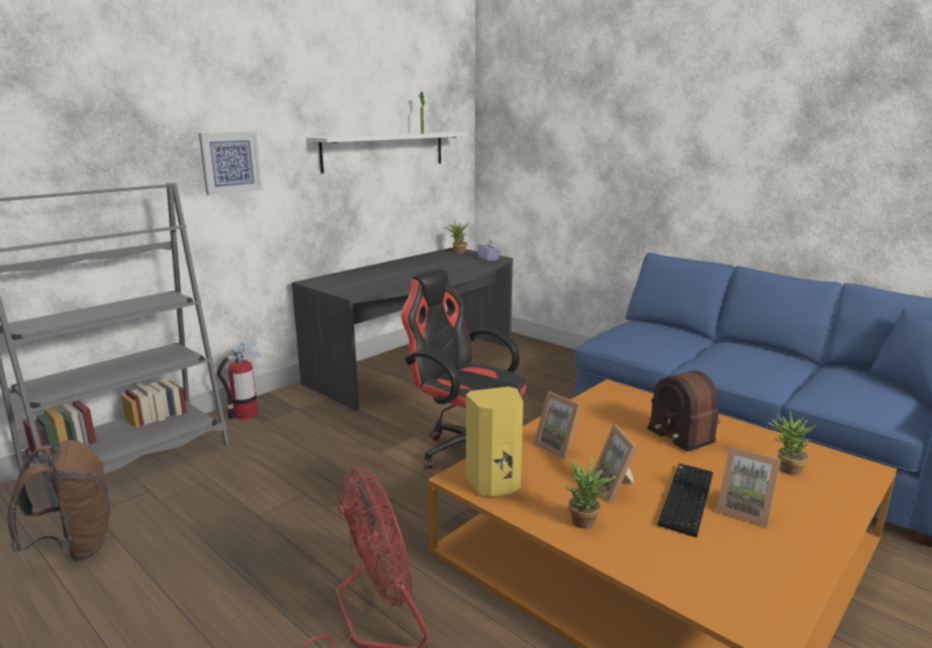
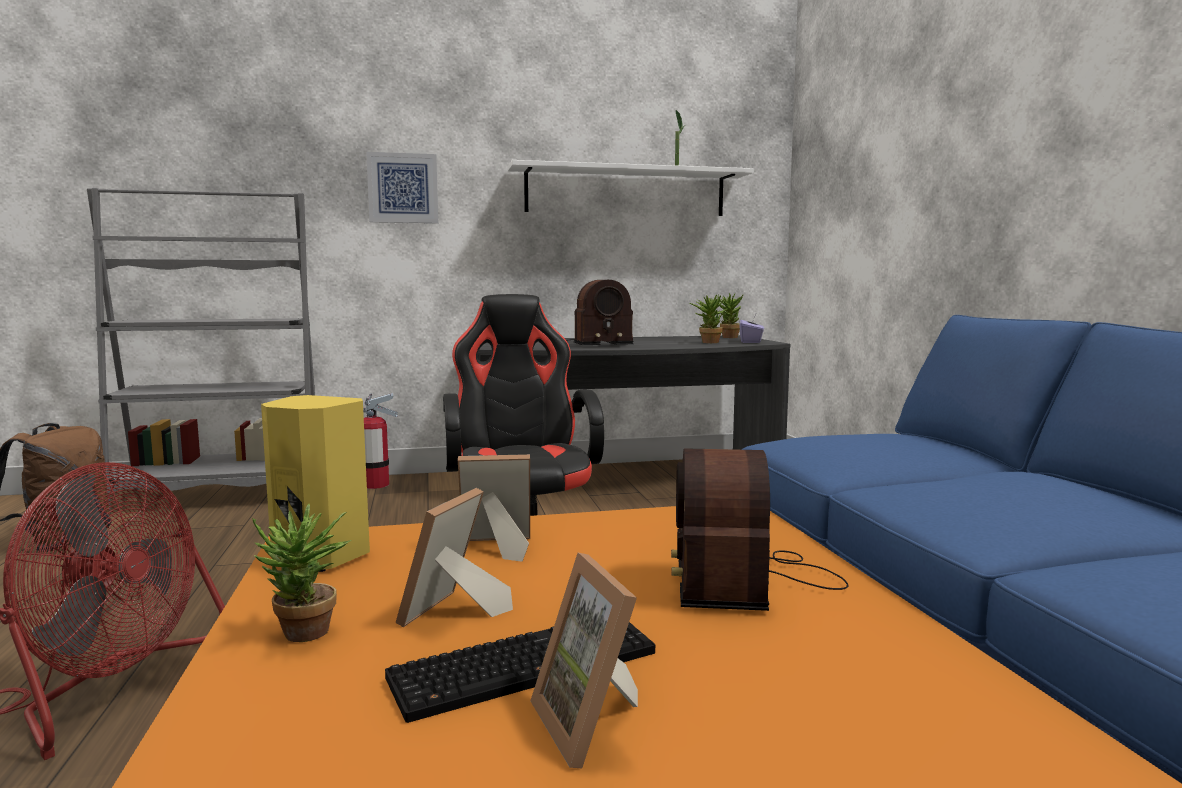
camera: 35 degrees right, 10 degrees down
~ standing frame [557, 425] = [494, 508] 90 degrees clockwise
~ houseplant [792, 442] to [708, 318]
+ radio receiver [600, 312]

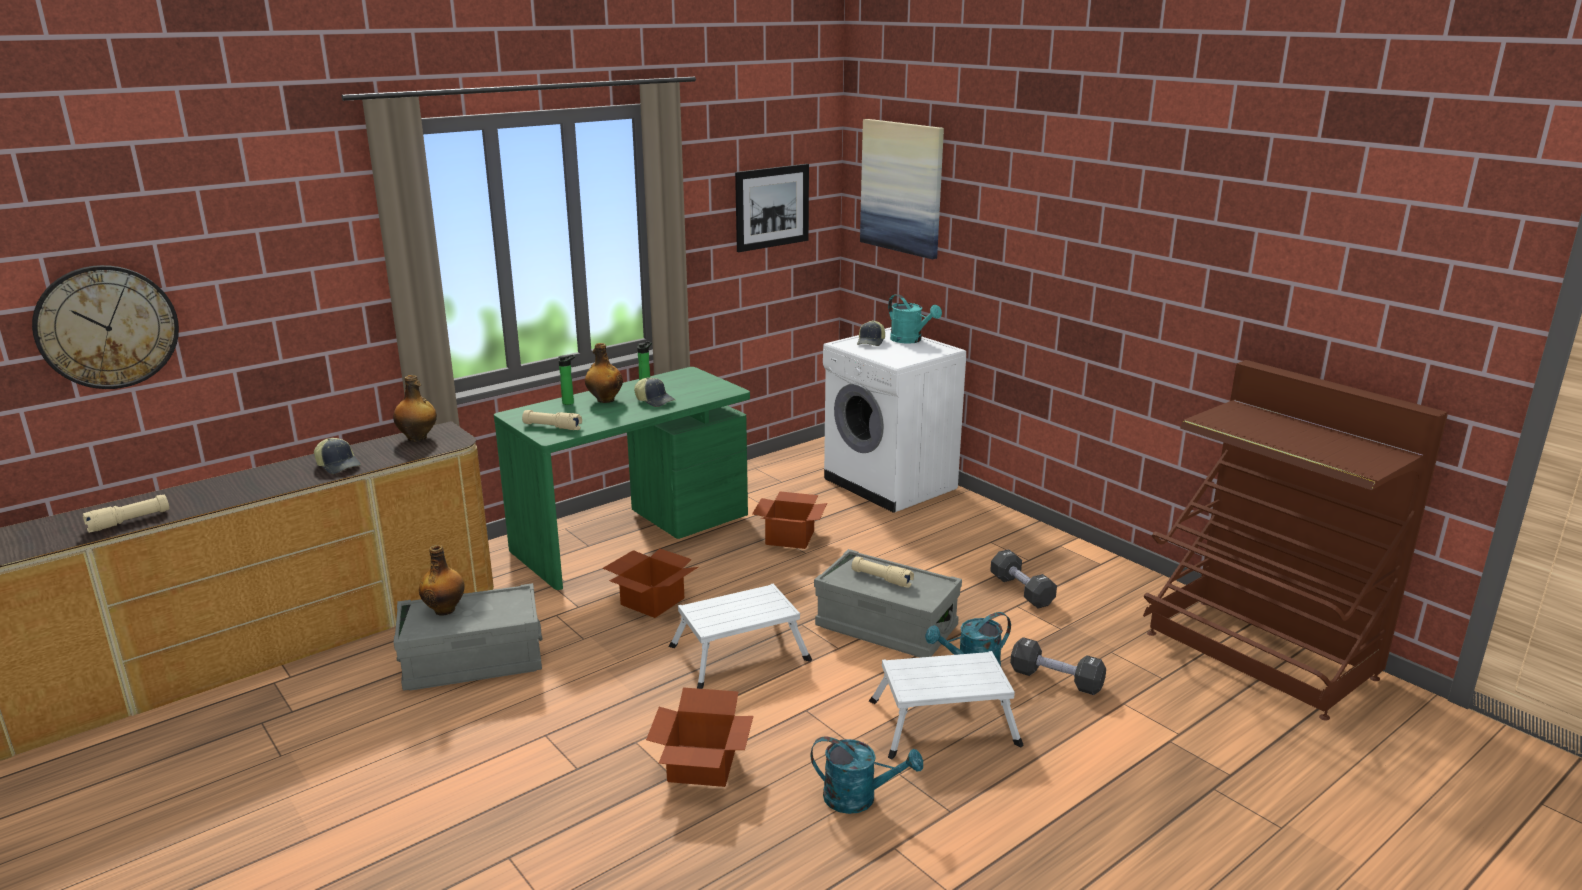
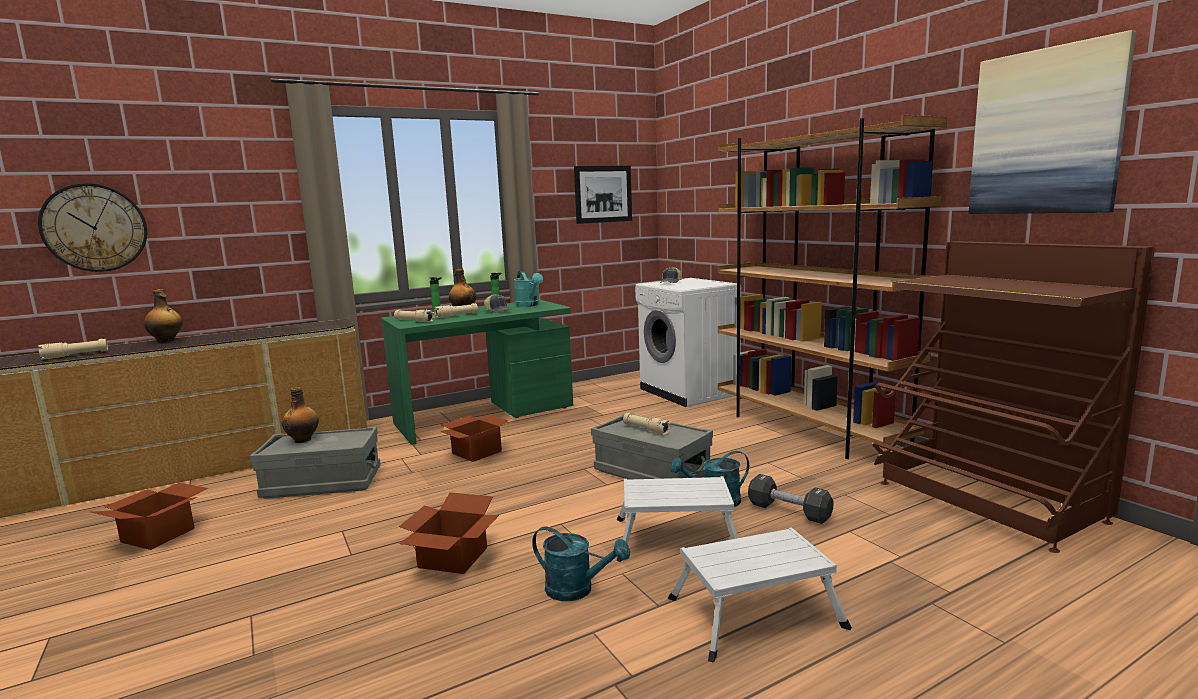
camera: 10 degrees right, 10 degrees down
- peaked cap [337, 456]
~ drink bottle [415, 408] to [163, 315]
~ step stool (whitish) [740, 636] to [759, 595]
~ carton [789, 520] to [149, 516]
~ wall picture [902, 189] to [1052, 122]
~ watering pot (blue-green) [915, 319] to [528, 289]
- hand weight (black) [1023, 579]
+ flashlight (beige-coloured) [456, 310]
+ bookcase (brownish) [832, 287]

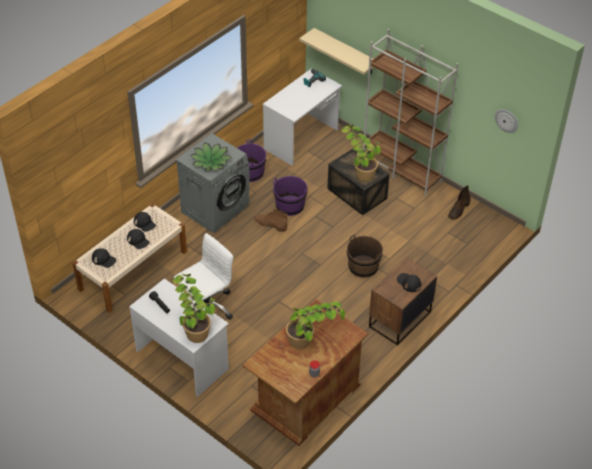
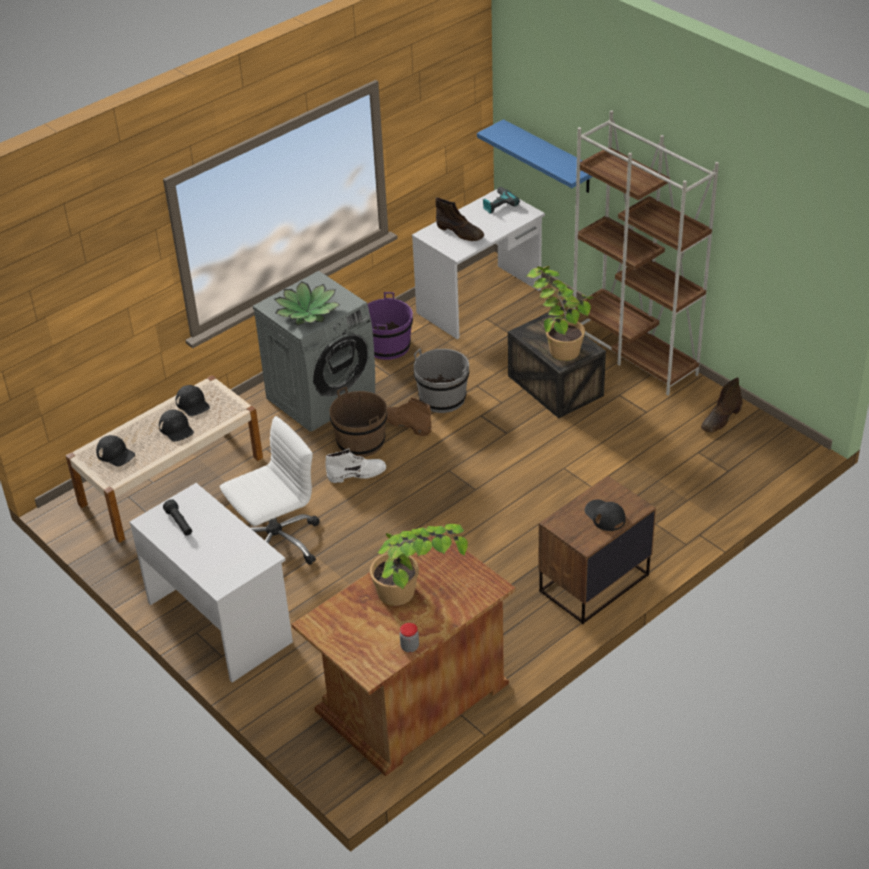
camera: 10 degrees right, 5 degrees down
- houseplant [195, 308]
~ bucket (purplish) [290, 196] to bucket (gray) [441, 381]
~ wall shelf (beige-coloured) [336, 51] to wall shelf (blue-coloured) [535, 156]
~ bucket (brownish) [365, 256] to [358, 421]
- clock on the wall [506, 121]
+ high-top boot (whitish) [355, 465]
+ high-top boot (brownish) [459, 219]

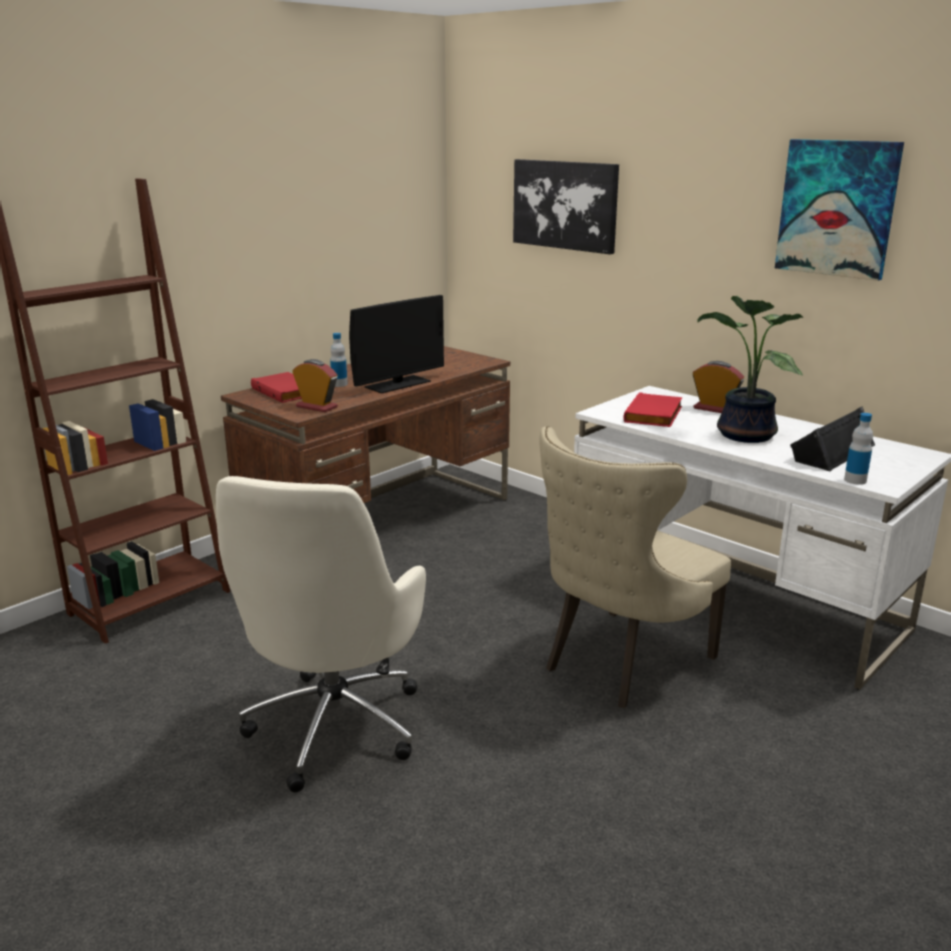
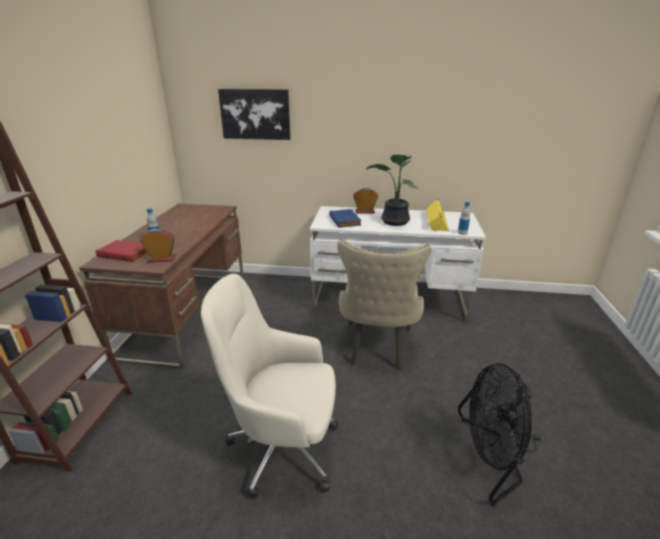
camera: 35 degrees left, 5 degrees up
~ desk chair (beige-coloured) [321, 634] = [269, 386] 120 degrees clockwise
- computer screen [396, 344]
~ bound book (red-coloured) [653, 409] to bound book (blue-coloured) [345, 218]
- wall picture [839, 210]
~ loudspeaker (black) [832, 438] to loudspeaker (yellow) [438, 215]
+ electric fan (black) [500, 435]

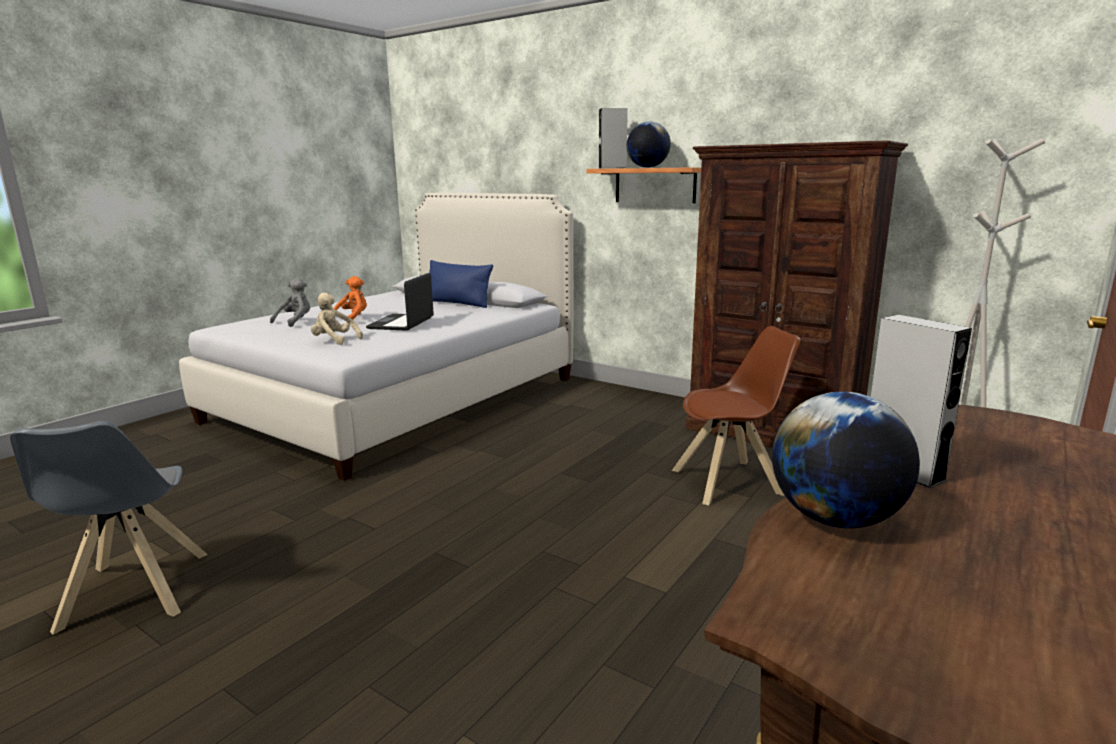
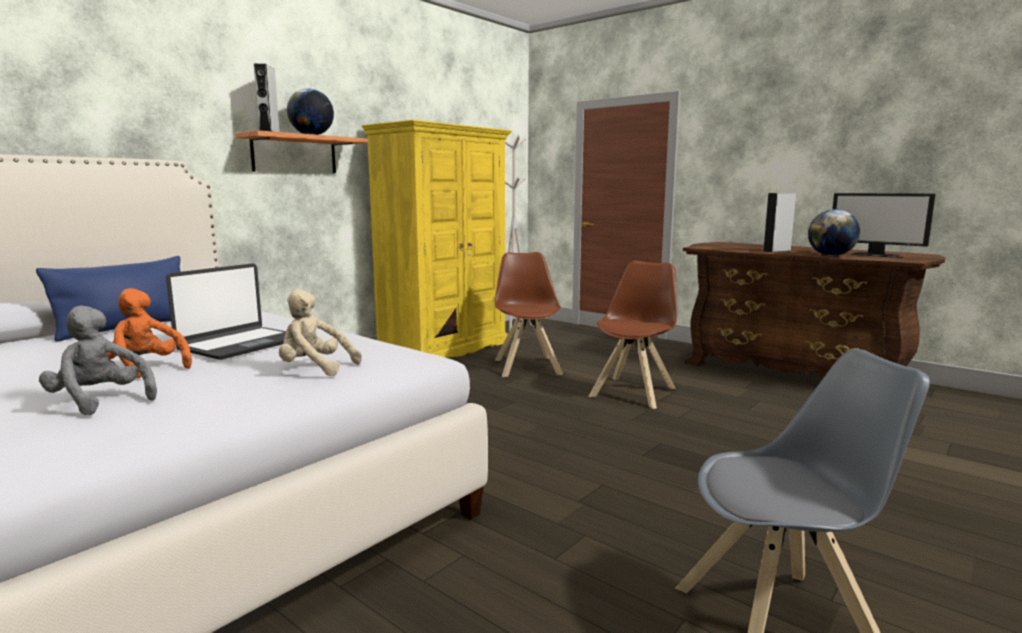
camera: 85 degrees left, 5 degrees down
~ soft toy (beige-coloured) [337, 319] = [320, 332] 75 degrees clockwise
~ portable computer [400, 302] = [226, 311] 75 degrees counterclockwise
~ wardrobe (brownish) [797, 294] to wardrobe (yellow) [437, 239]
+ chair (brownish) [633, 335]
+ computer screen [884, 225]

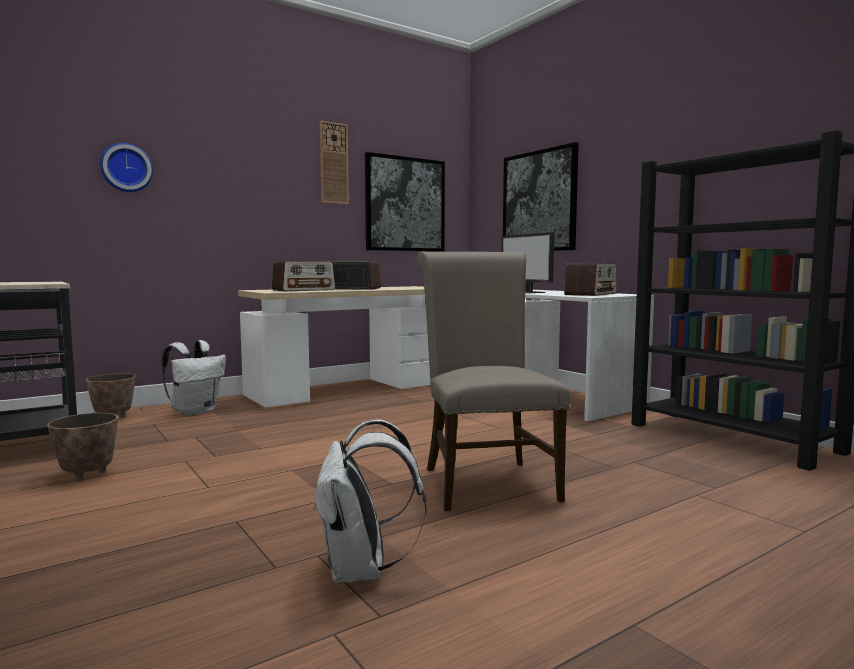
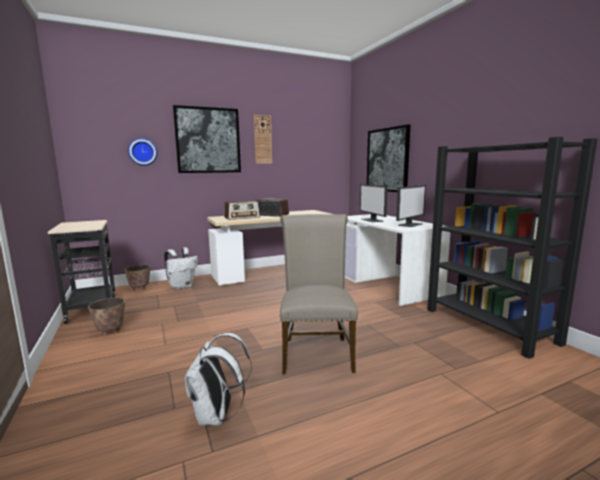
camera: 10 degrees right, 5 degrees up
~ wall picture [405, 202] to [207, 139]
~ radio receiver [590, 279] to computer screen [411, 206]

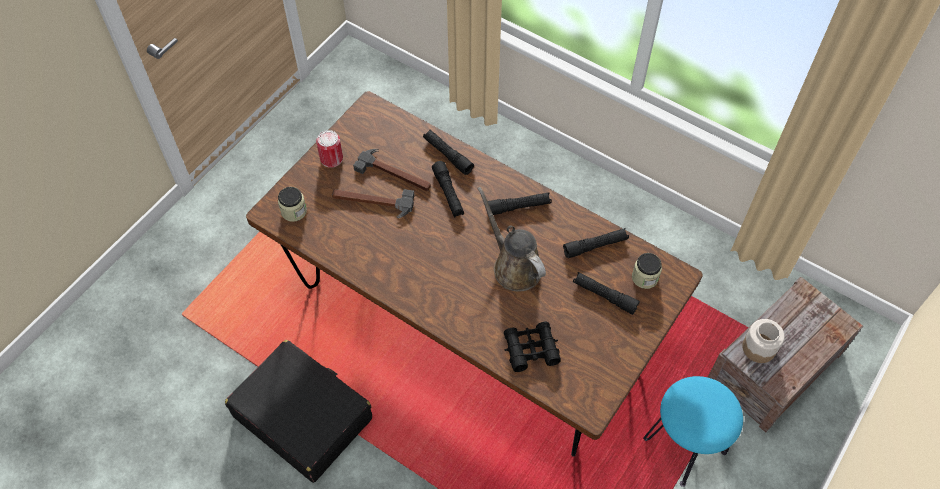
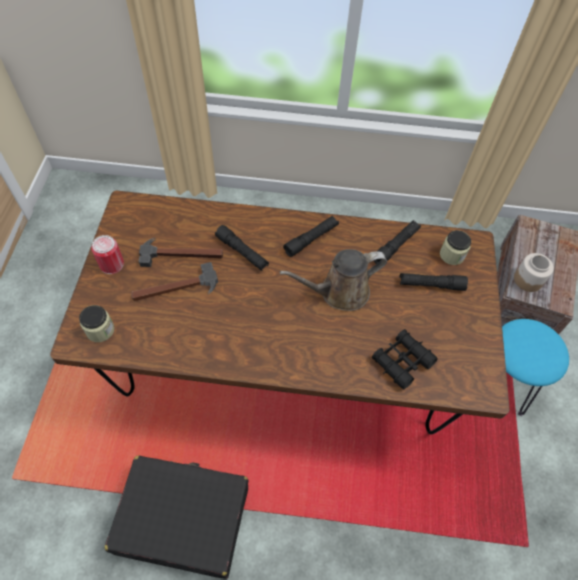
camera: 30 degrees left, 0 degrees up
- flashlight (black) [448, 152]
~ watering pot (brownish) [511, 239] = [333, 280] 45 degrees counterclockwise

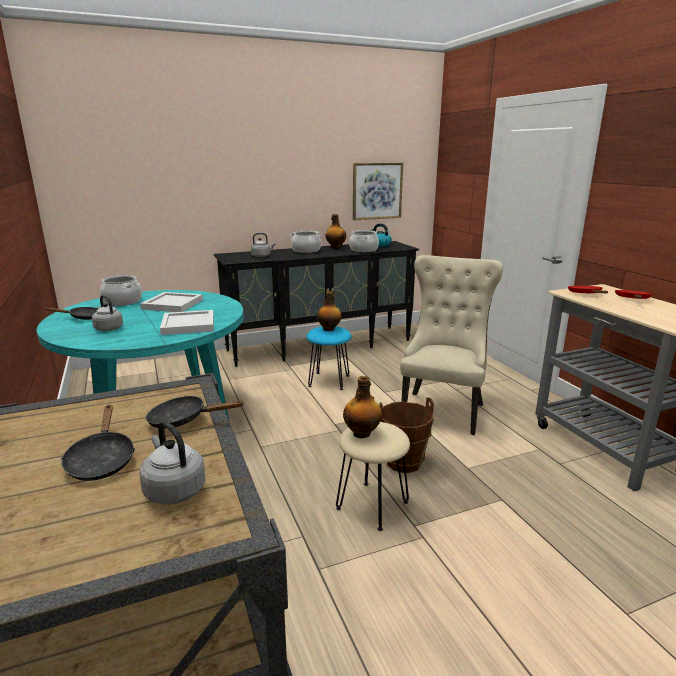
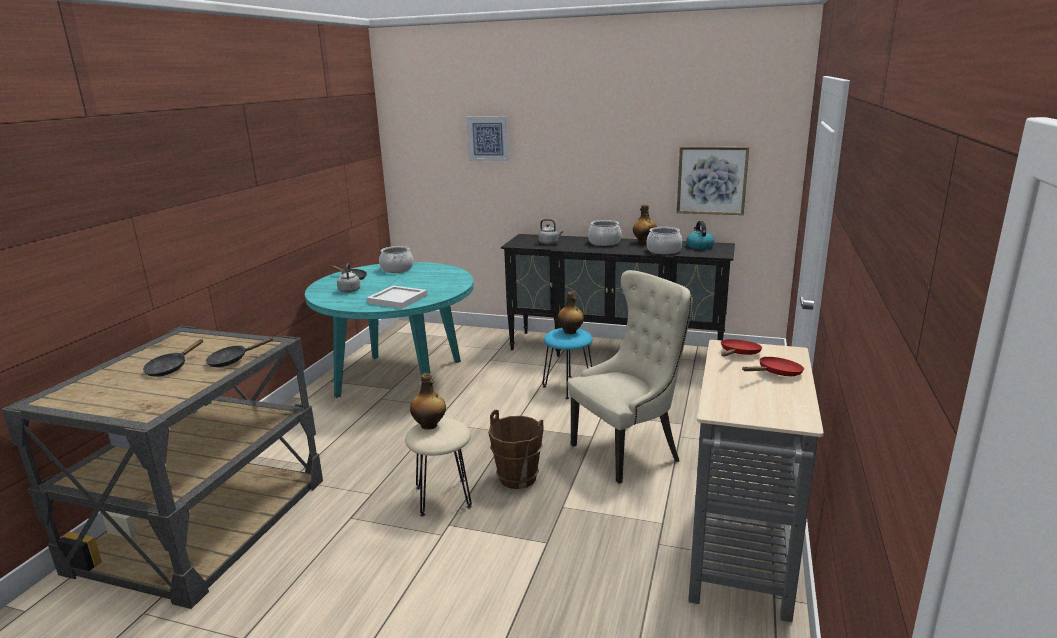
camera: 40 degrees right, 0 degrees up
- water kettle (gray) [172, 462]
- tray (whitish) [171, 302]
~ frying pan (black) [194, 412] = [239, 352] 75 degrees counterclockwise
+ wall picture [488, 138]

